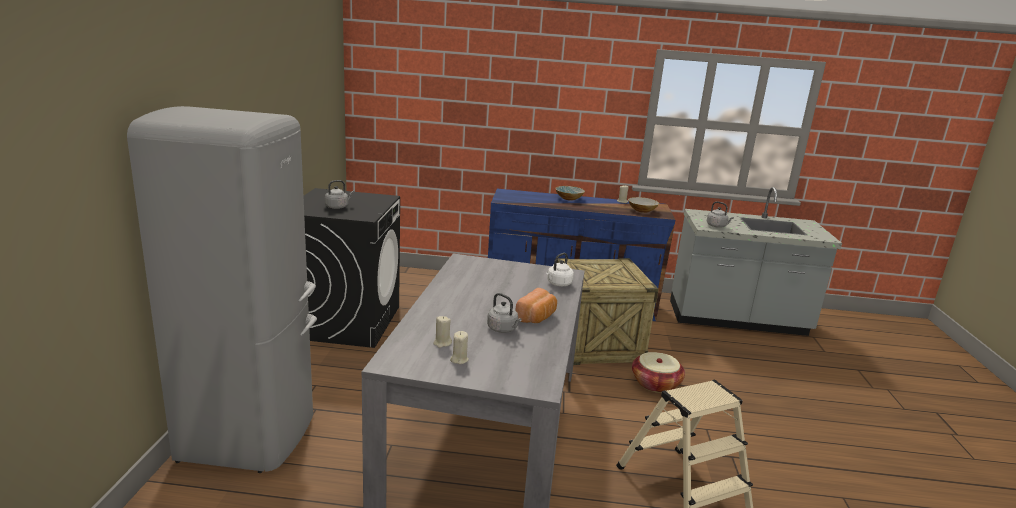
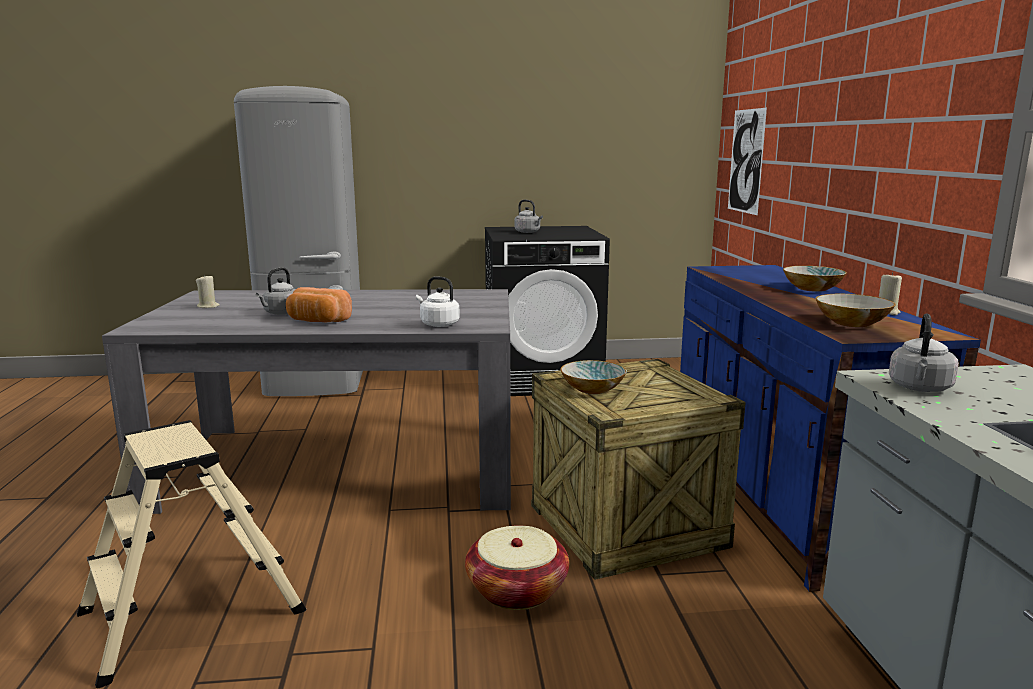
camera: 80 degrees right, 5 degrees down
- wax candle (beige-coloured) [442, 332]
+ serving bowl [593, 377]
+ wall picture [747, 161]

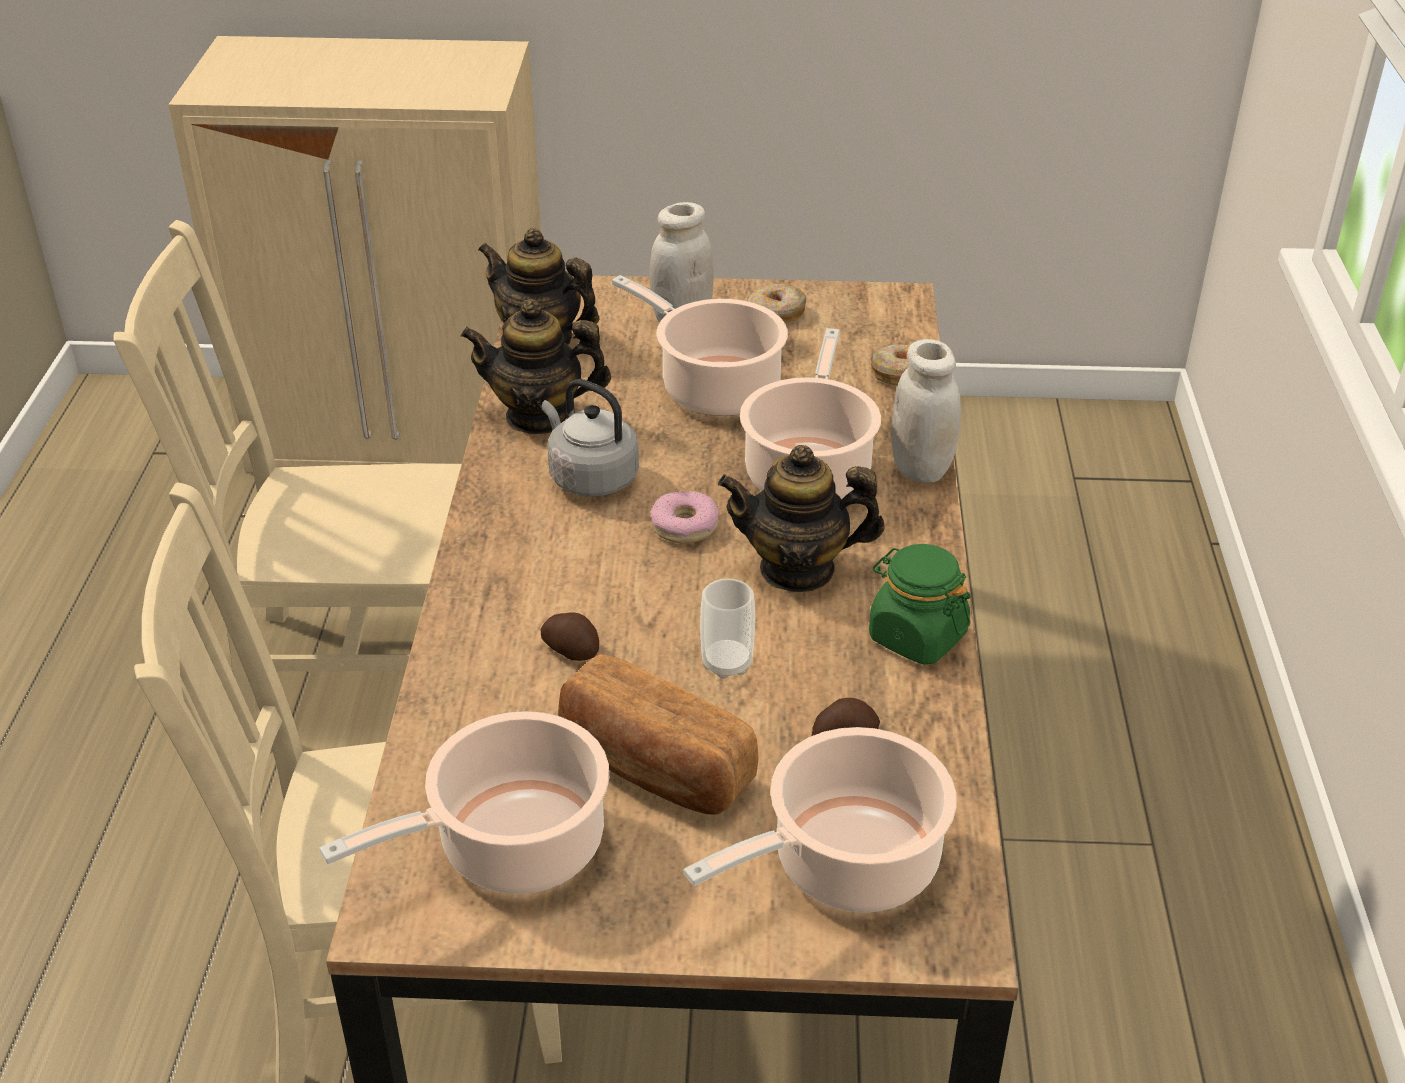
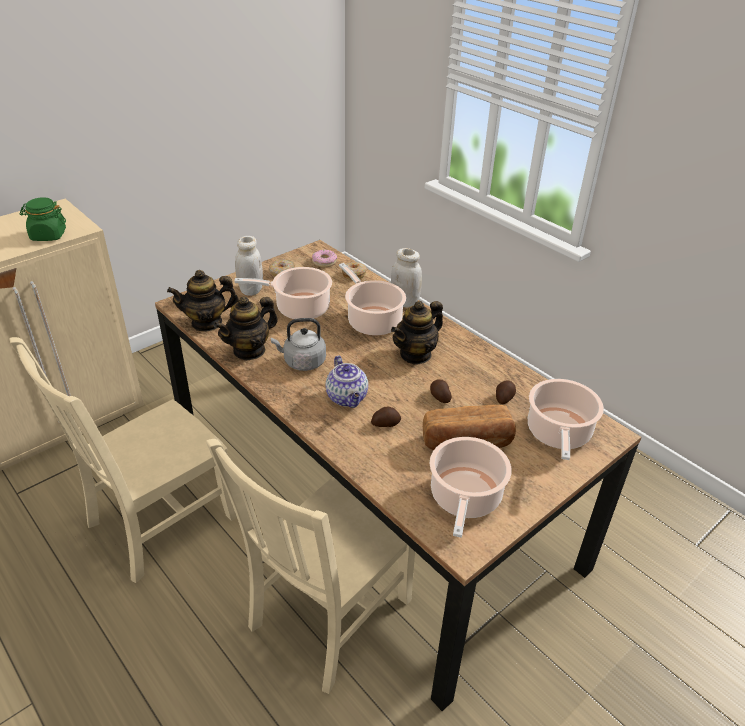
camera: 45 degrees left, 0 degrees up
~ ring doughnut [684, 517] to [324, 258]
~ small cup [727, 628] to whole potato [441, 391]
~ jar (green-coloured) [920, 604] to [43, 219]
+ teapot [346, 382]

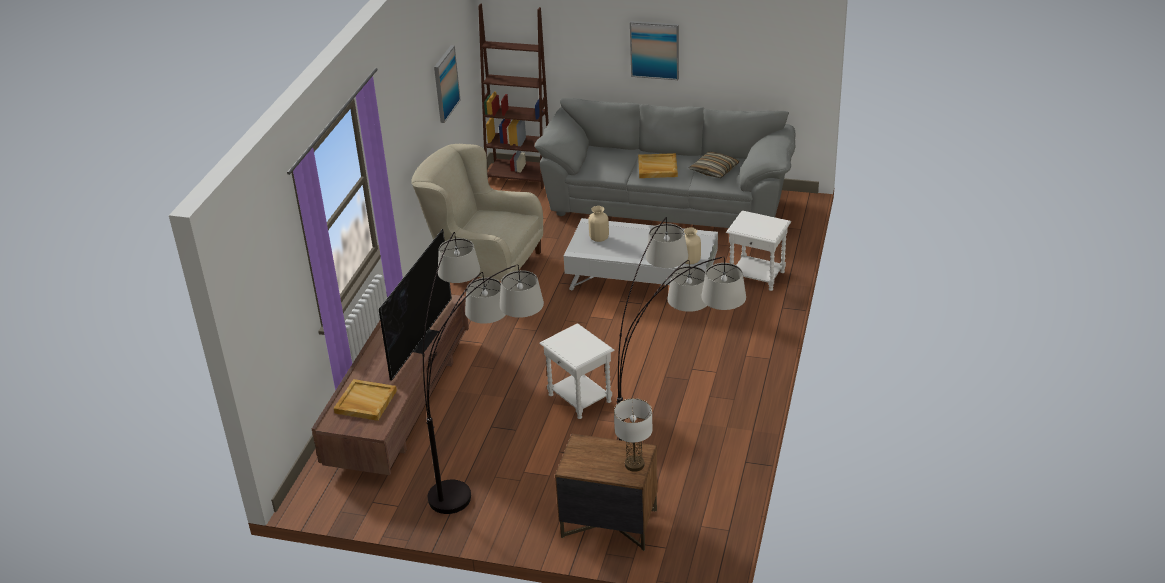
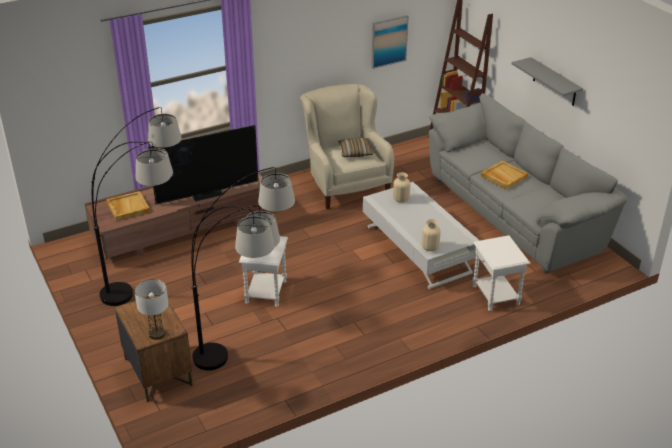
camera: 45 degrees right, 0 degrees up
~ wall picture [654, 50] to wall shelf (gray) [547, 81]
~ throw pillow [714, 165] to [356, 147]

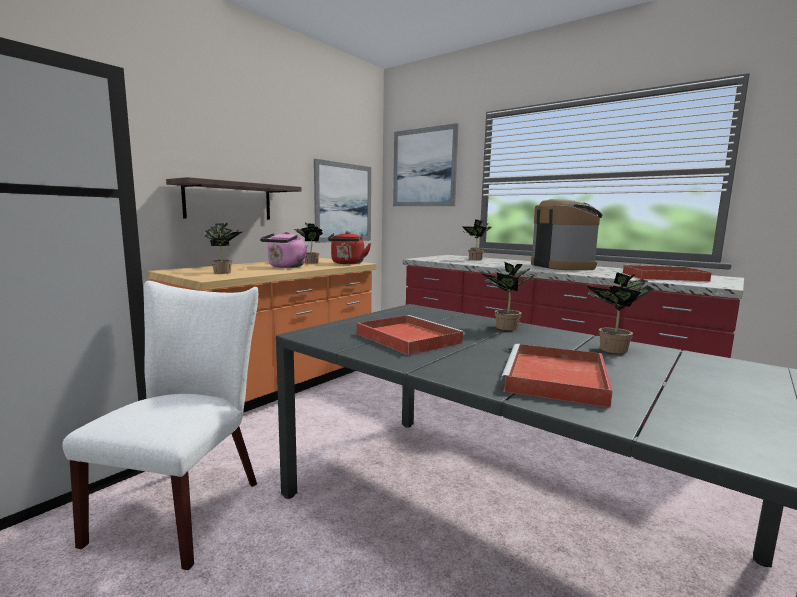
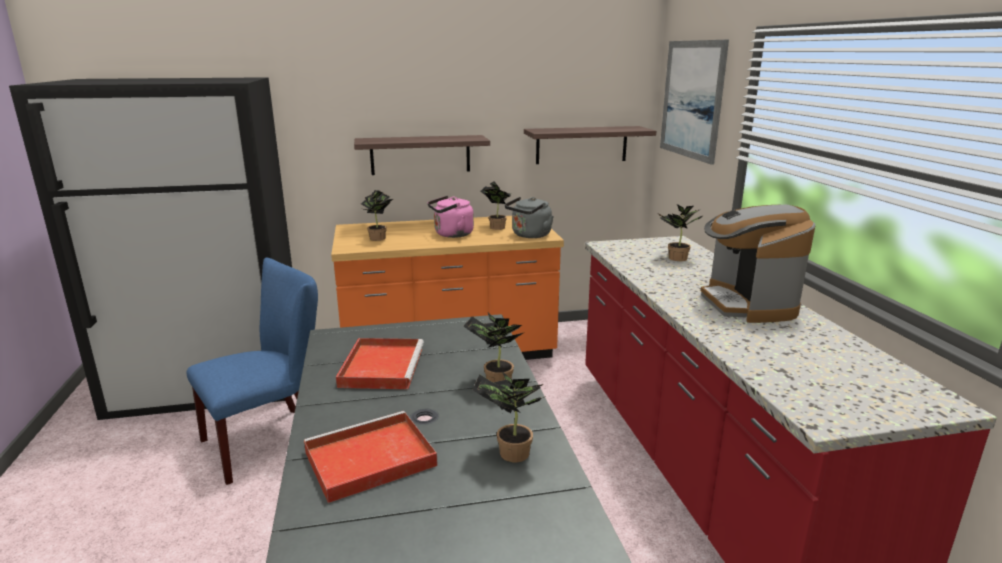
camera: 40 degrees right, 10 degrees up
~ chair (whitish) [160, 425] to chair (blue-coloured) [252, 371]
~ wall picture [342, 201] to wall shelf [590, 145]
~ water kettle (red-coloured) [349, 247] to water kettle (gray) [529, 217]
~ coffee brewer [567, 234] = [758, 264] 150 degrees clockwise
- tray (red-coloured) [667, 273]

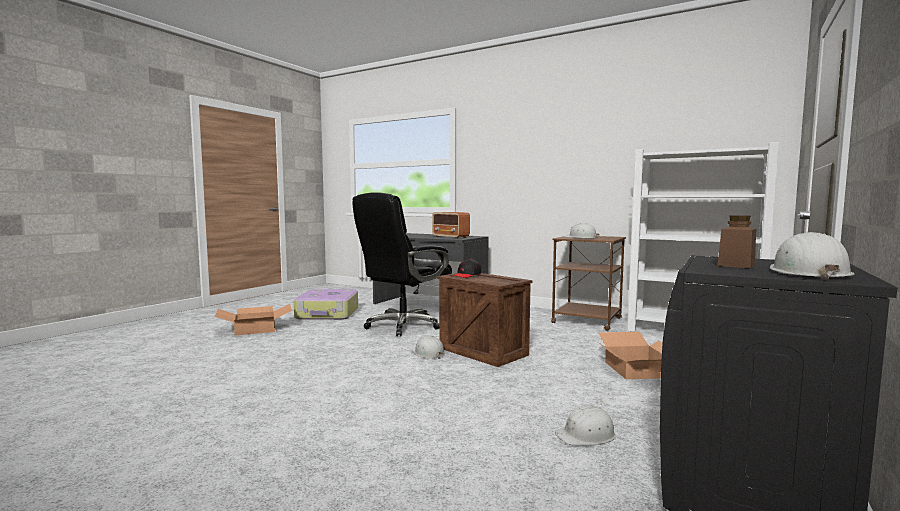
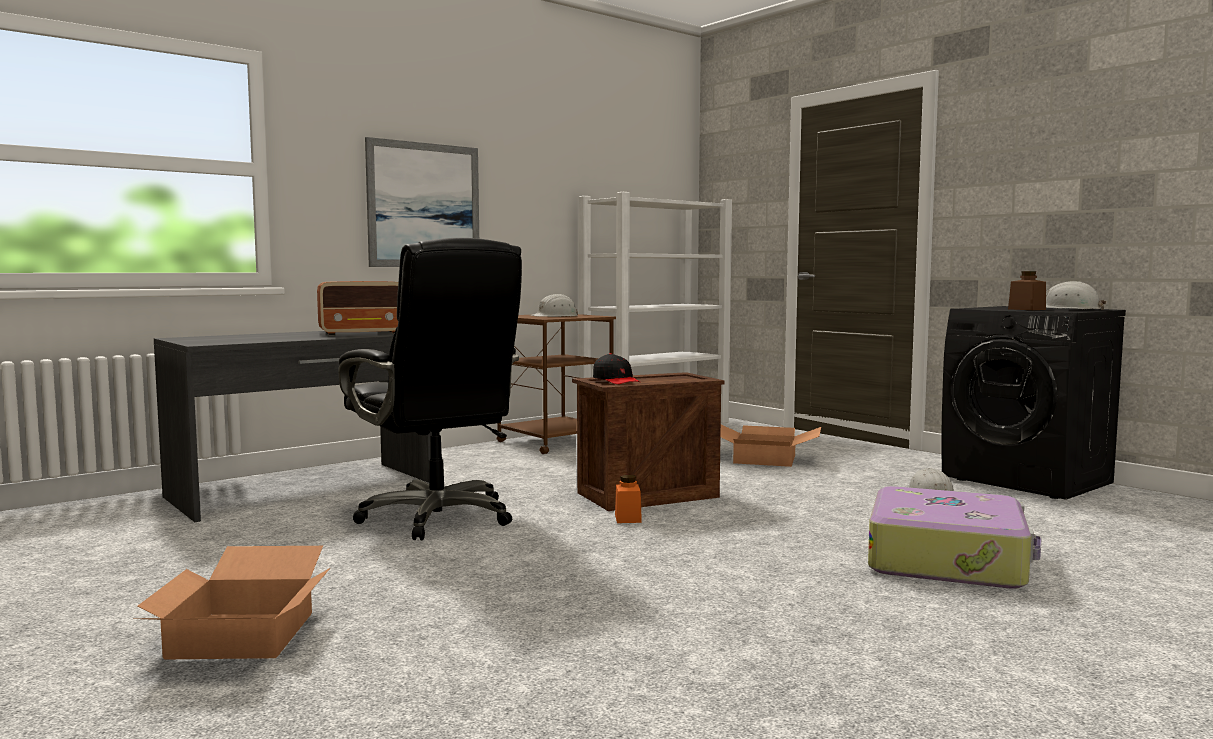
camera: 70 degrees left, 0 degrees up
~ piece of luggage [326, 304] to [955, 537]
~ safety helmet (whitish) [428, 347] to jar (orangey) [628, 499]
+ wall picture [422, 202]

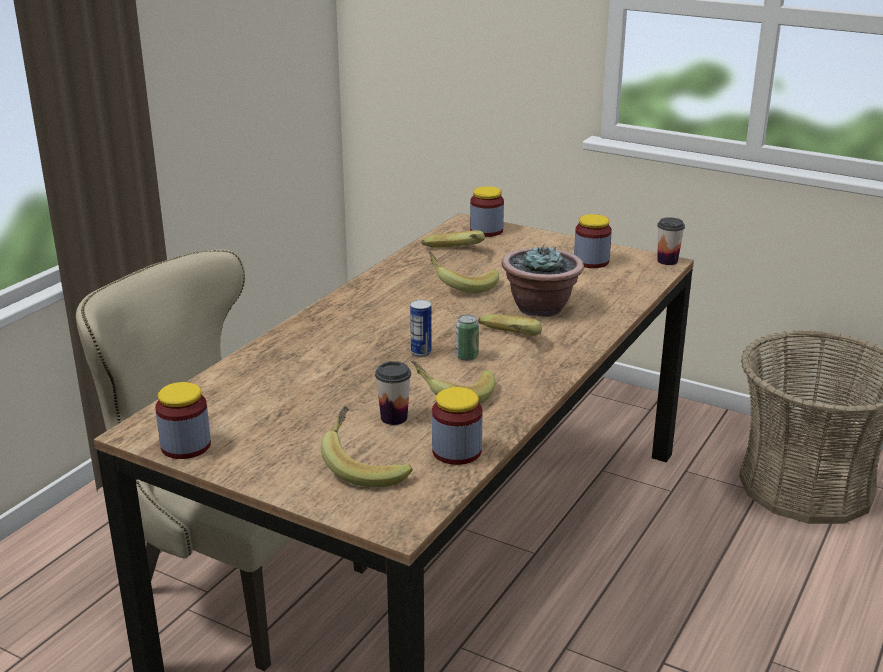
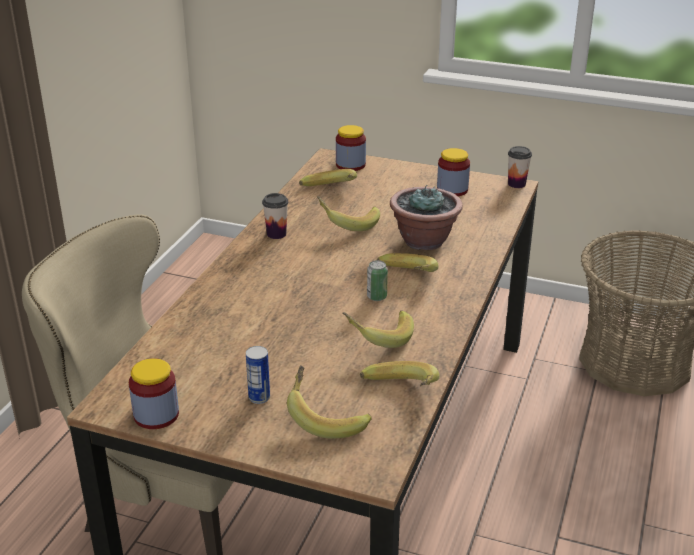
camera: 10 degrees left, 5 degrees up
~ small cup [393, 393] to [275, 216]
~ metal can [421, 328] to [258, 375]
~ jar [457, 426] to banana fruit [400, 373]

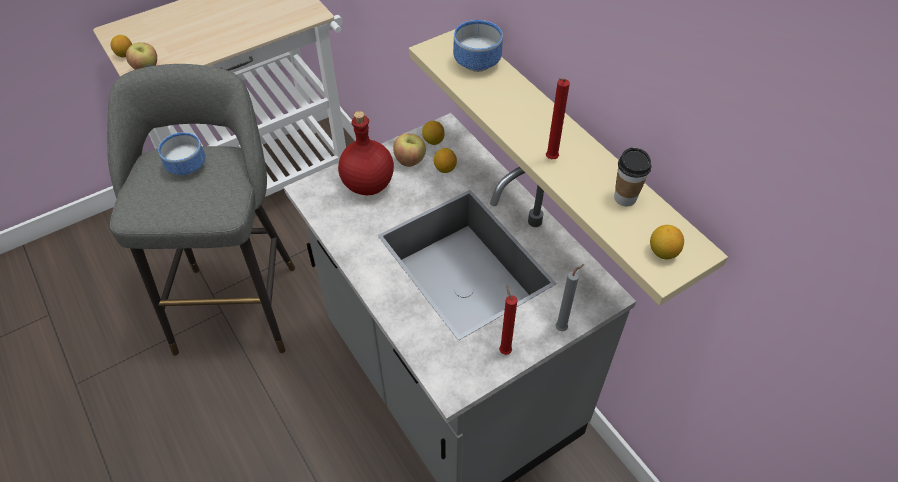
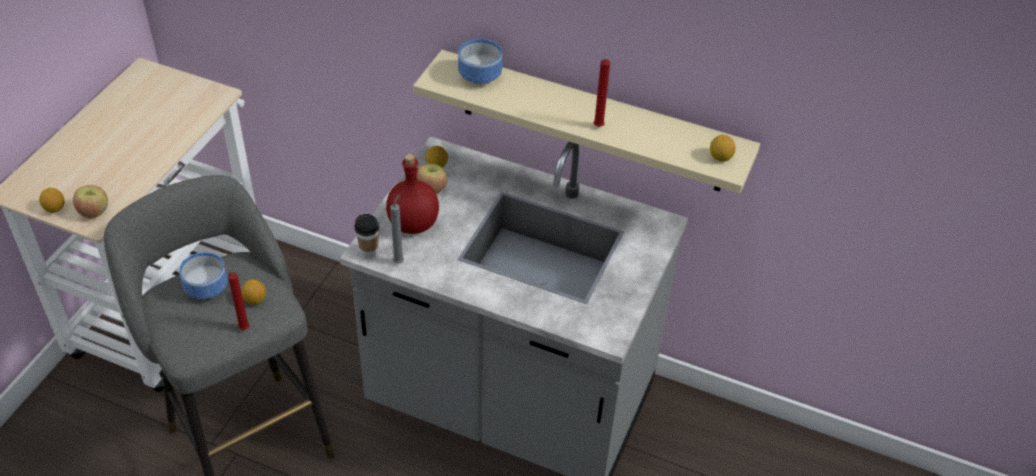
camera: 35 degrees left, 5 degrees down
~ whole lemon [445, 160] to [253, 292]
~ wax candle (red-coloured) [508, 319] to [236, 297]
~ wax candle (gray) [570, 297] to [397, 229]
~ small cup [632, 177] to [367, 236]

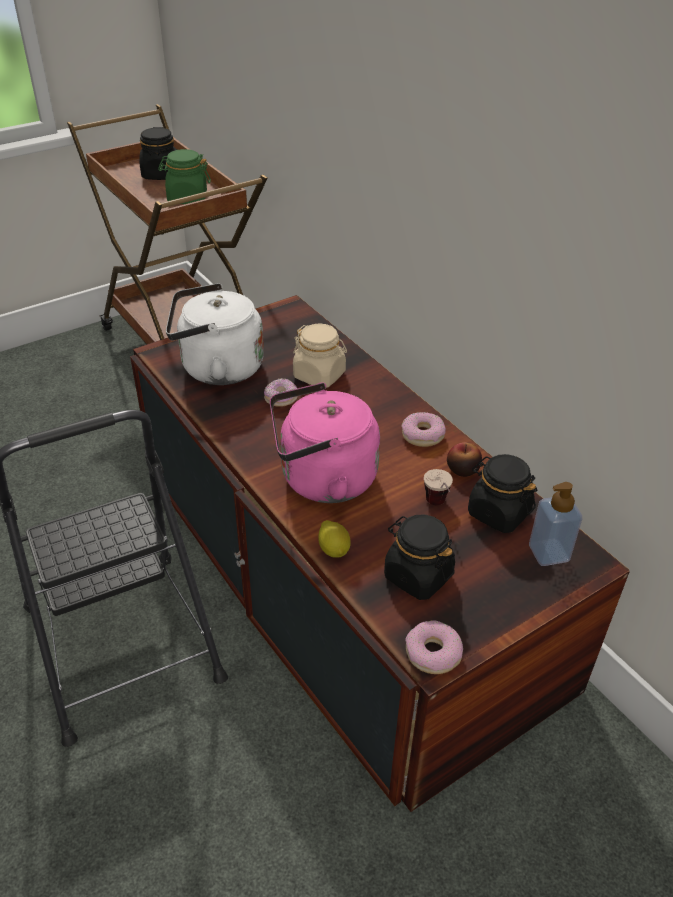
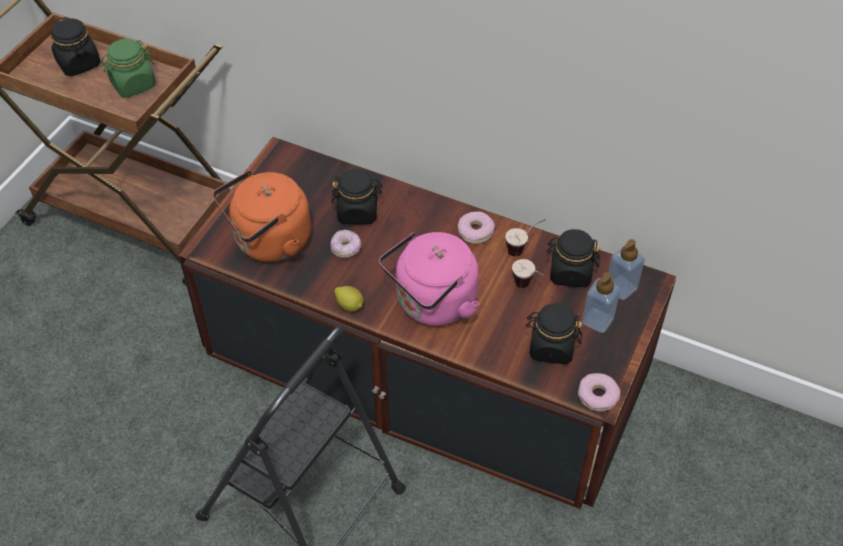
camera: 30 degrees left, 10 degrees up
~ water kettle (whitish) [215, 334] to water kettle (orangey) [262, 216]
~ jar (beige-coloured) [320, 356] to jar (black) [357, 197]
~ whole lemon [334, 539] to [348, 299]
~ apple fruit [464, 460] to small cup [525, 237]
+ soap bottle [601, 302]

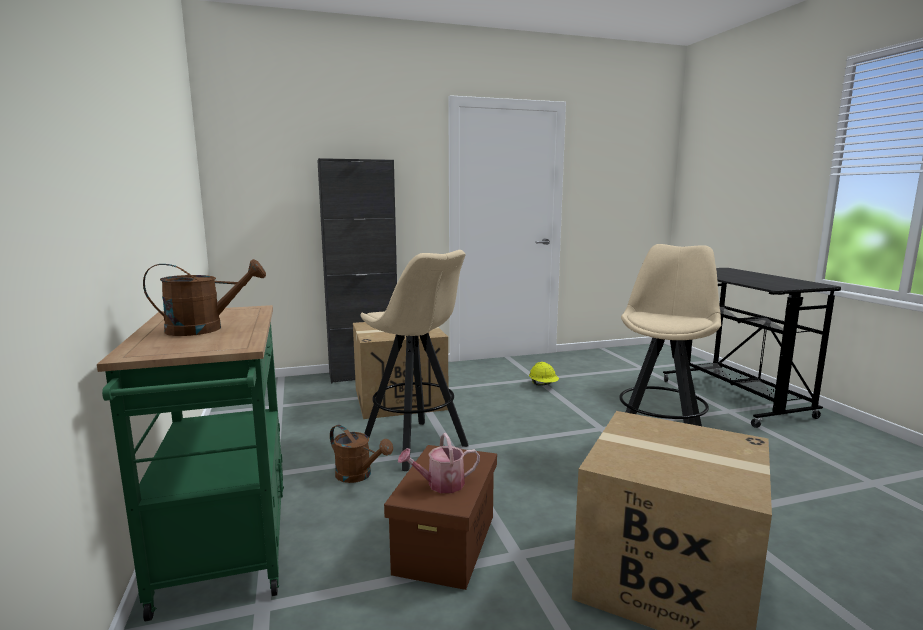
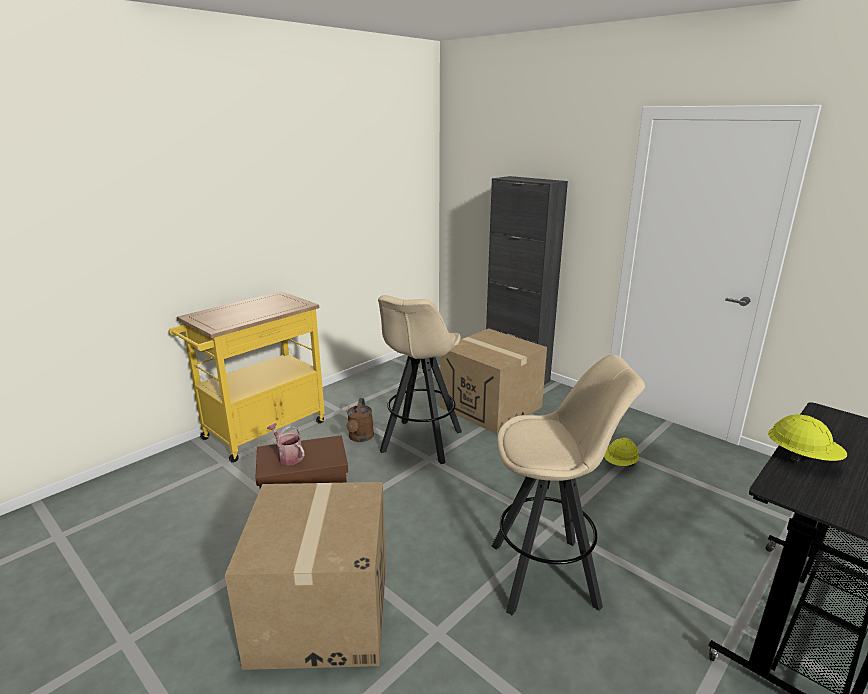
camera: 60 degrees right, 10 degrees up
~ wheeled cart (green-coloured) [190, 463] to wheeled cart (yellow) [246, 377]
- watering pot (brownish) [204, 297]
+ safety helmet (yellow) [807, 438]

